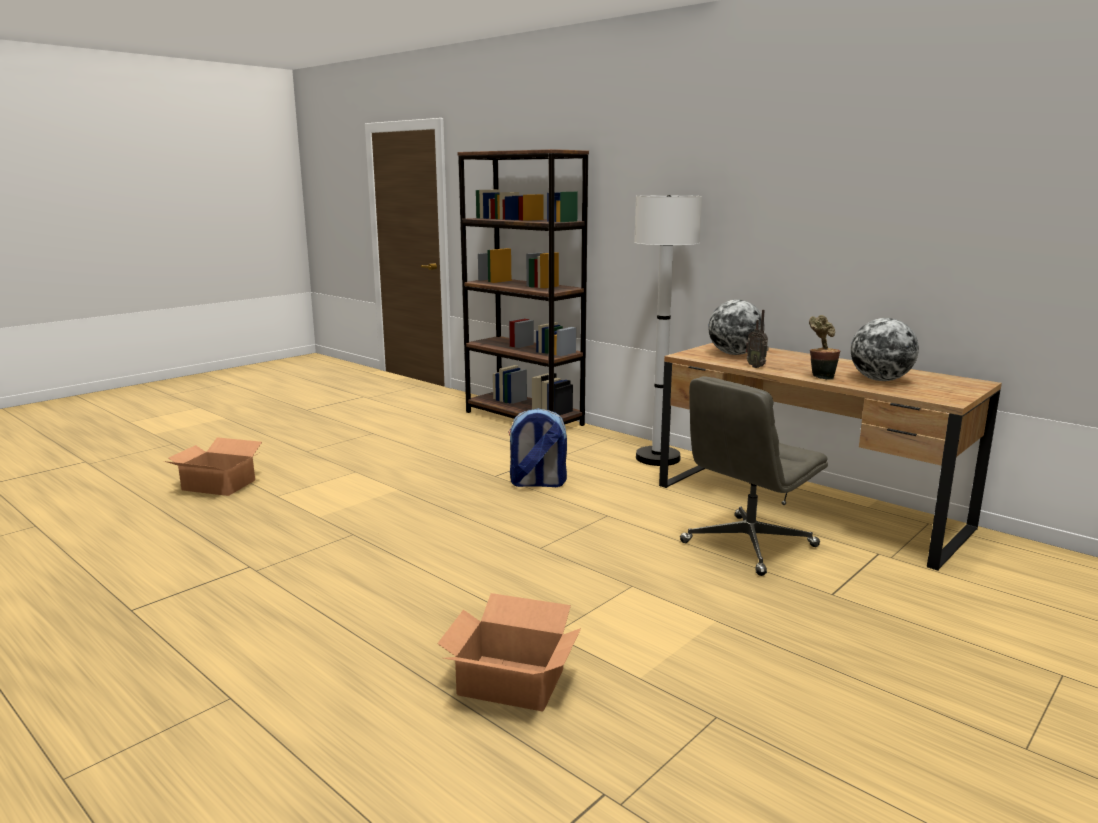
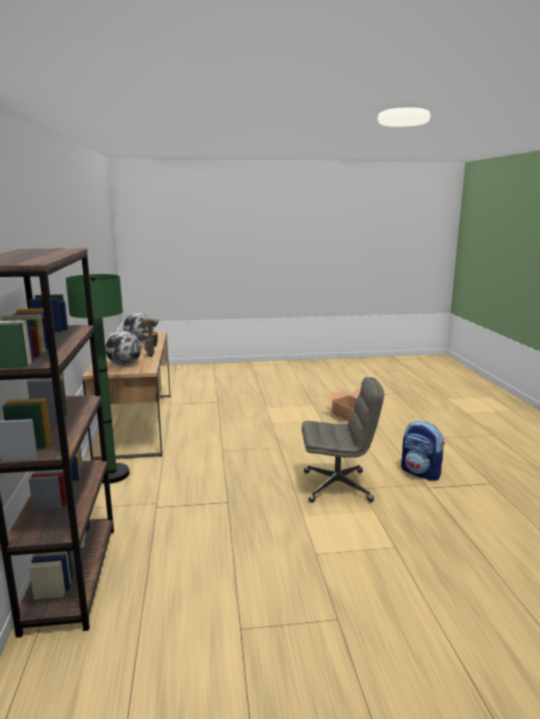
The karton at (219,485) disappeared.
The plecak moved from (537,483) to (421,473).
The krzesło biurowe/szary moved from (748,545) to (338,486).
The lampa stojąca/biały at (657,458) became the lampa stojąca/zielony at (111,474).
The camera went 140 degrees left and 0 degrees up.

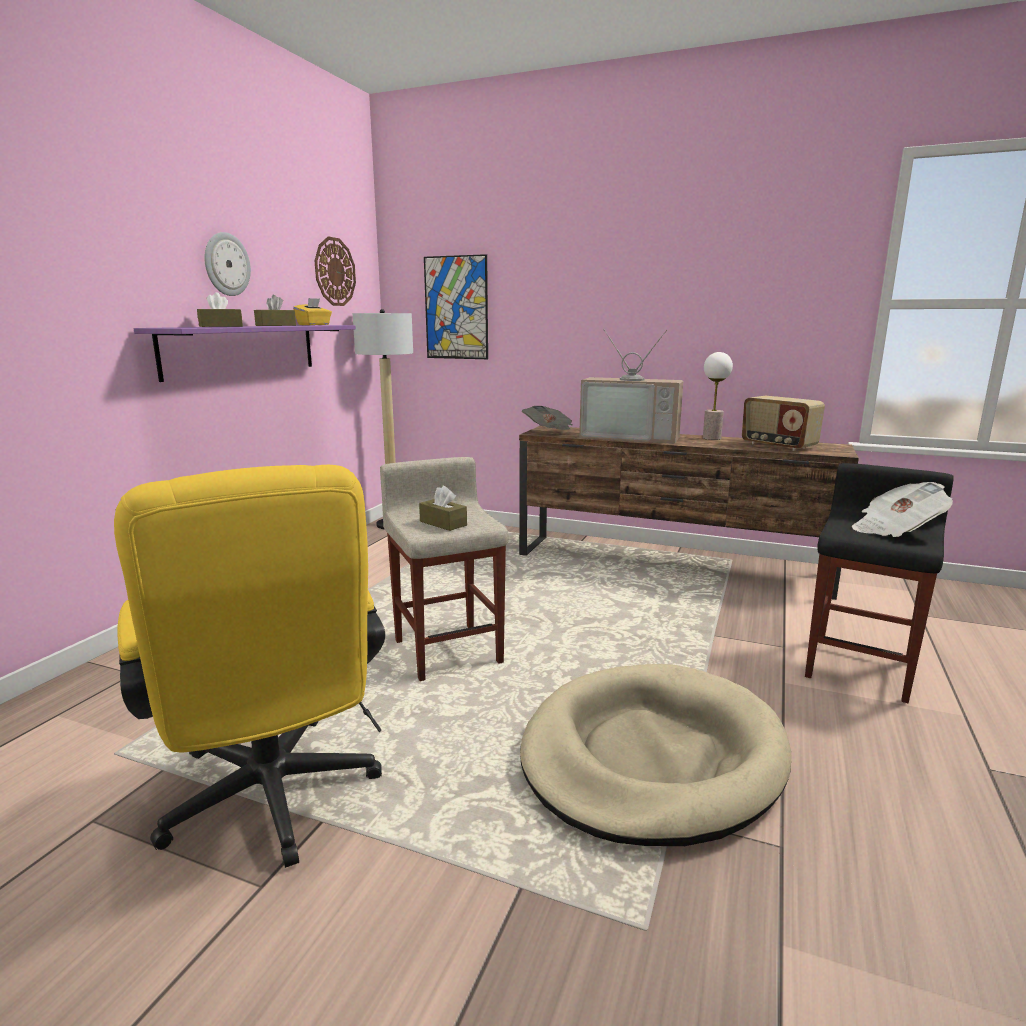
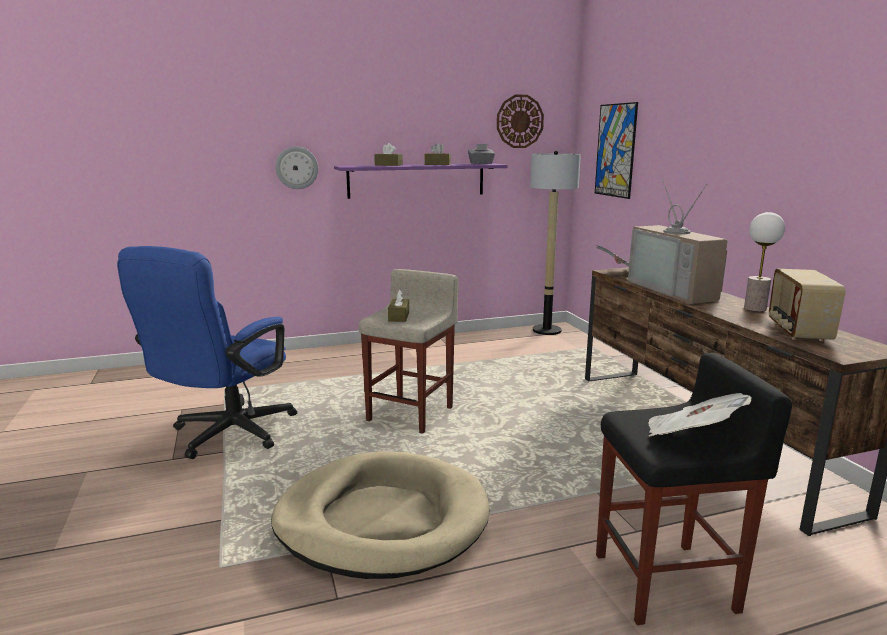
The zegar ścienny moved from (226,264) to (296,168).
The krzesło biurowe/żółty at (273,803) became the krzesło biurowe/niebieski at (225,436).
The pudełko chusteczek/żółty at (314,325) became the pudełko chusteczek/szary at (481,163).
The camera went 50 degrees right and 0 degrees up.

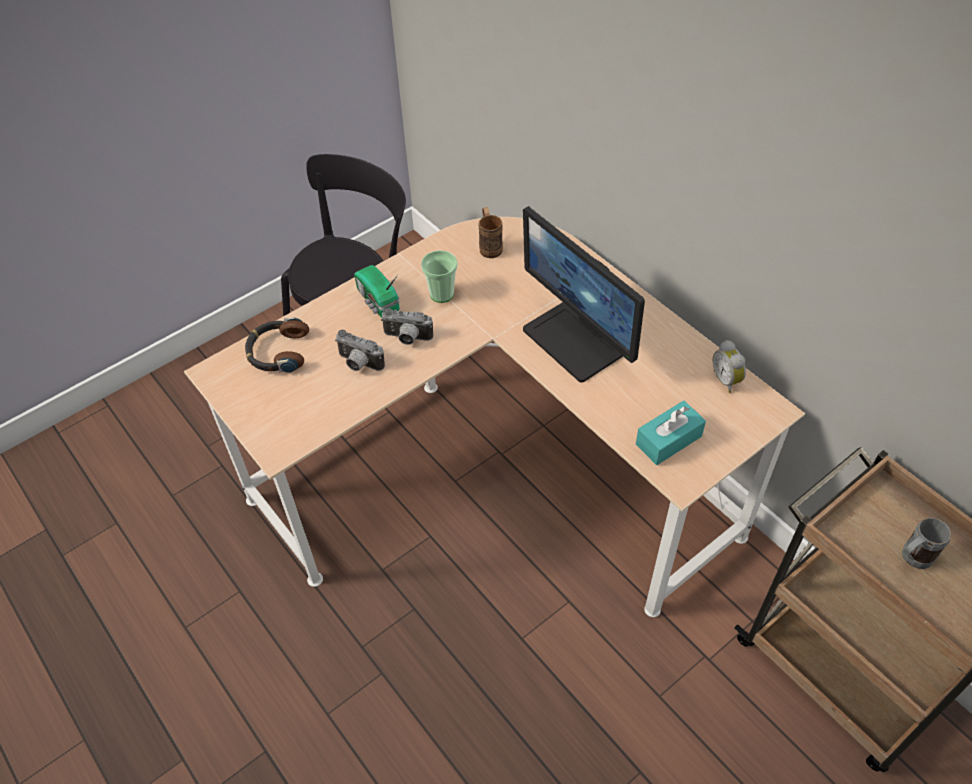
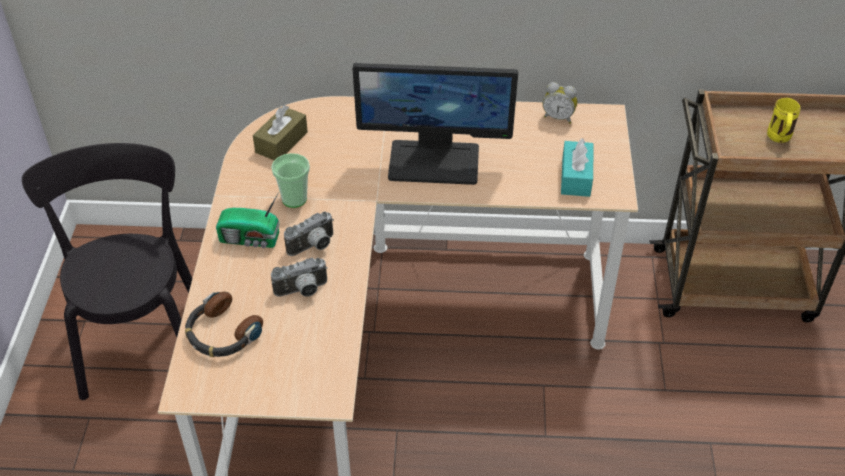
The kubek/brązowy at (489,246) was replaced by the pudełko chusteczek/brązowy at (281,142).
The kubek/szary at (911,559) became the kubek/żółty at (779,139).
The camera went 50 degrees left and 5 degrees down.

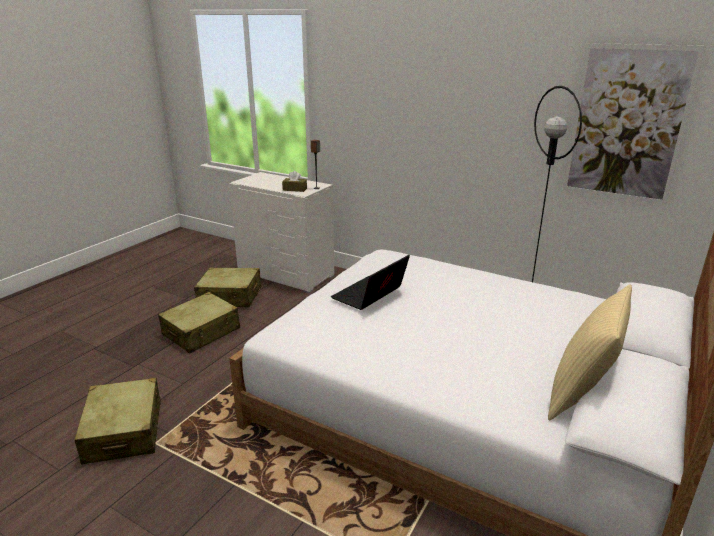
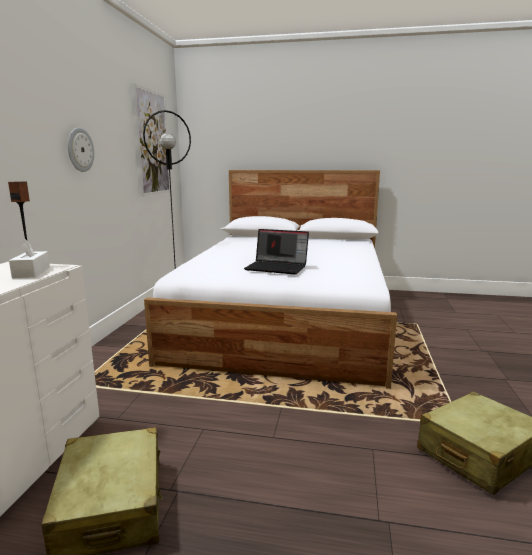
The walizka/beżowy at (201,332) disappeared.
The poduszka/beżowy at (581,394) disappeared.
The zegar ścienny at (80,150) appeared.
The pudełko chusteczek/brązowy at (294,189) became the pudełko chusteczek/biały at (31,272).
The camera went 110 degrees left and 10 degrees down.

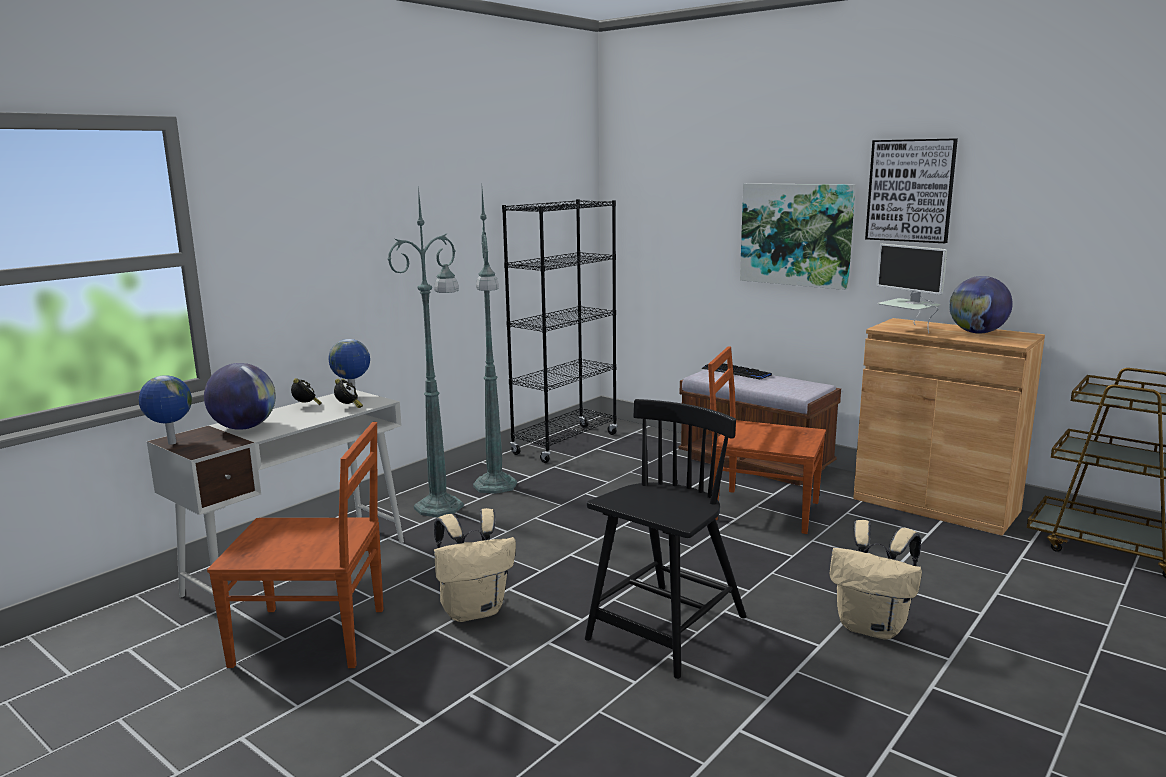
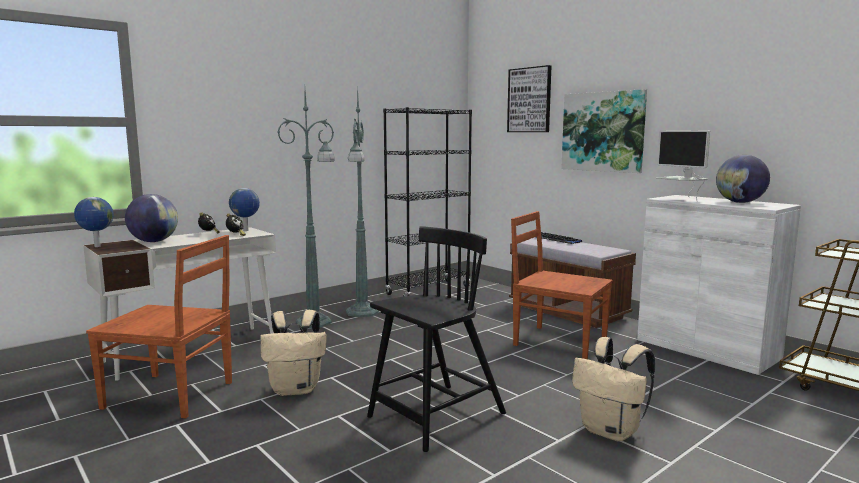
The obraz moved from (910,190) to (529,100).
The szafka/brązowy at (935,505) became the szafka/biały at (706,349).
The camera went 10 degrees right and 5 degrees down.

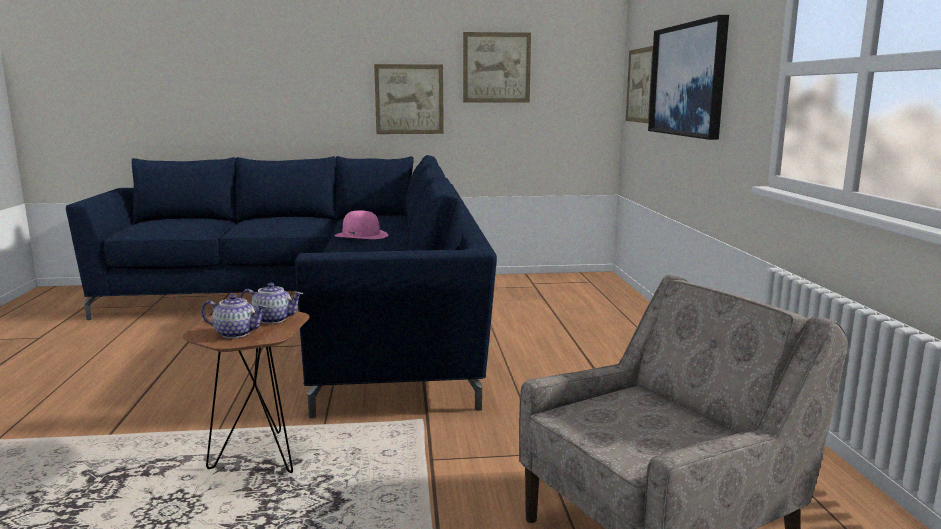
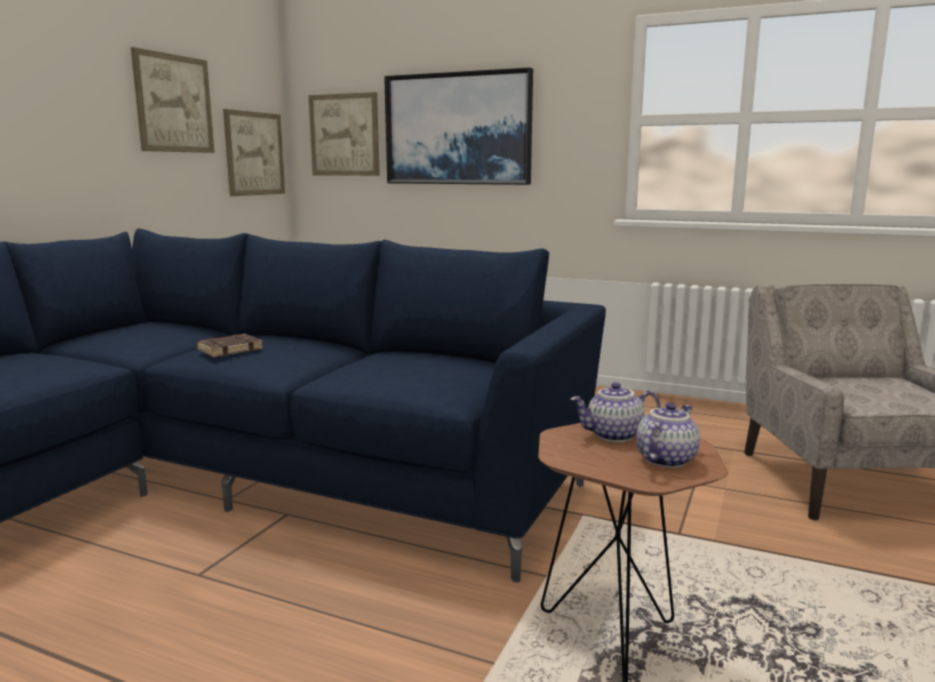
The obraz moved from (409,99) to (254,154).
The kapelusz/różowy at (361,235) was replaced by the książka/brązowy at (230,350).
The imbryk at (274,319) turned 135 degrees counterclockwise.
The camera went 60 degrees left and 0 degrees up.

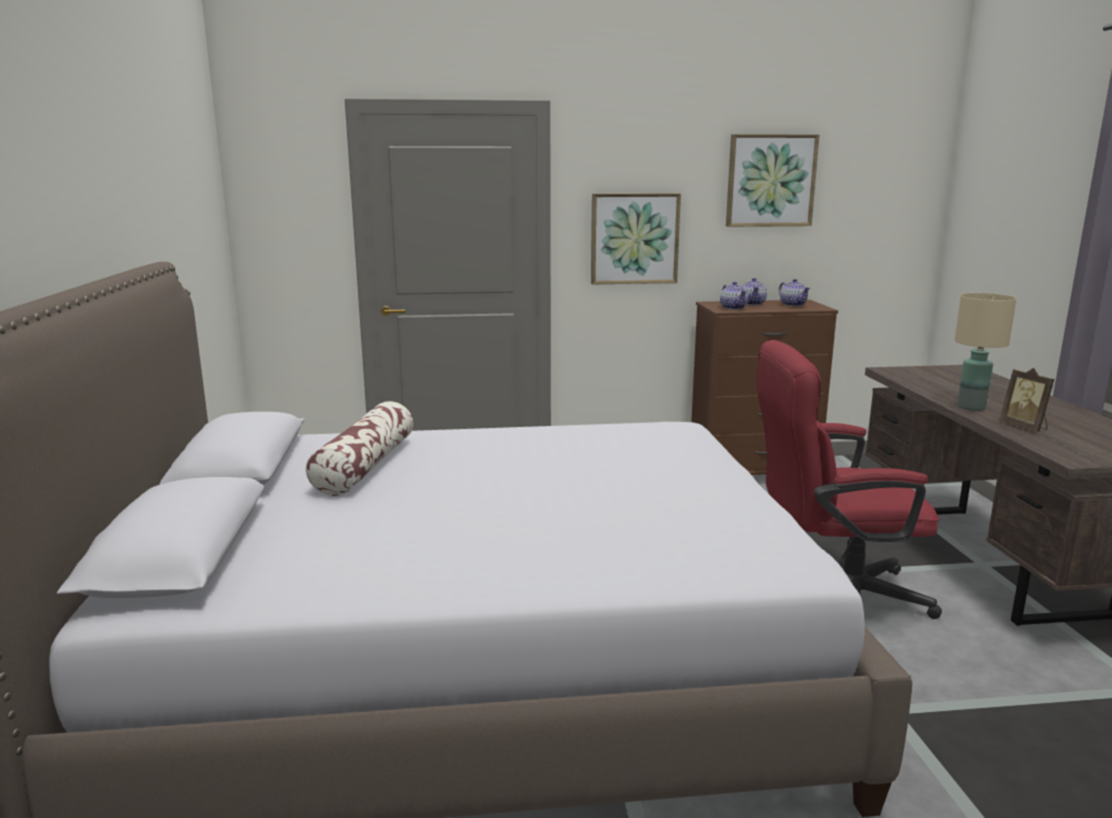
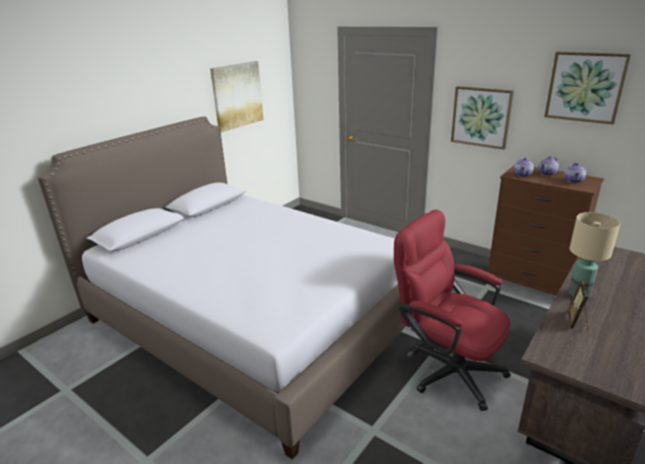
The poduszka at (365,466) disappeared.
The obraz at (237,95) appeared.
The camera went 45 degrees right and 10 degrees up.

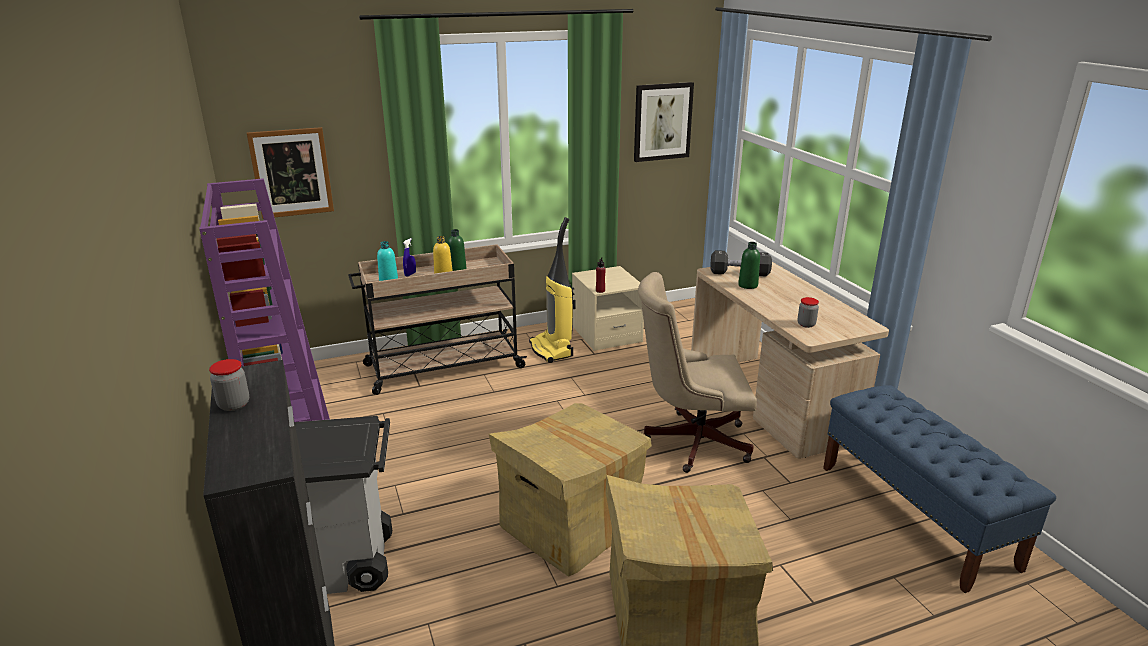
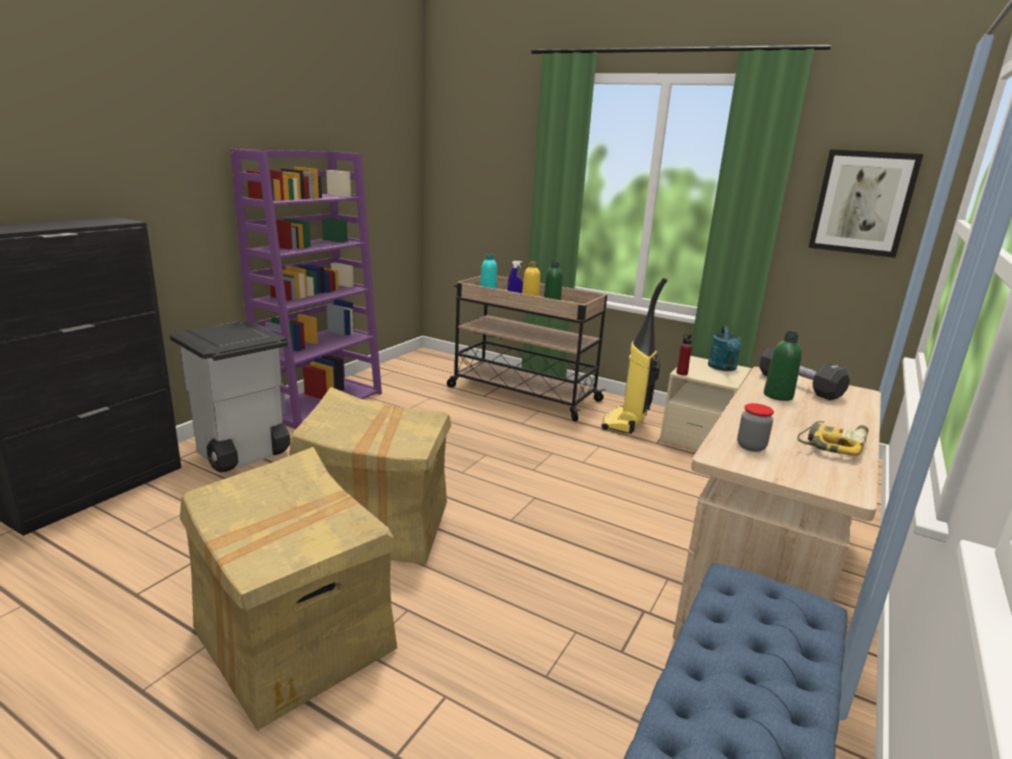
The słoik at (234,405) disappeared.
The obraz at (291,173) disappeared.
The krzesło biurowe/beżowy at (690,441) disappeared.
The konewka/turkusowy at (723,368) appeared.
The wiertarka at (832,444) appeared.
The camera went 50 degrees right and 5 degrees down.

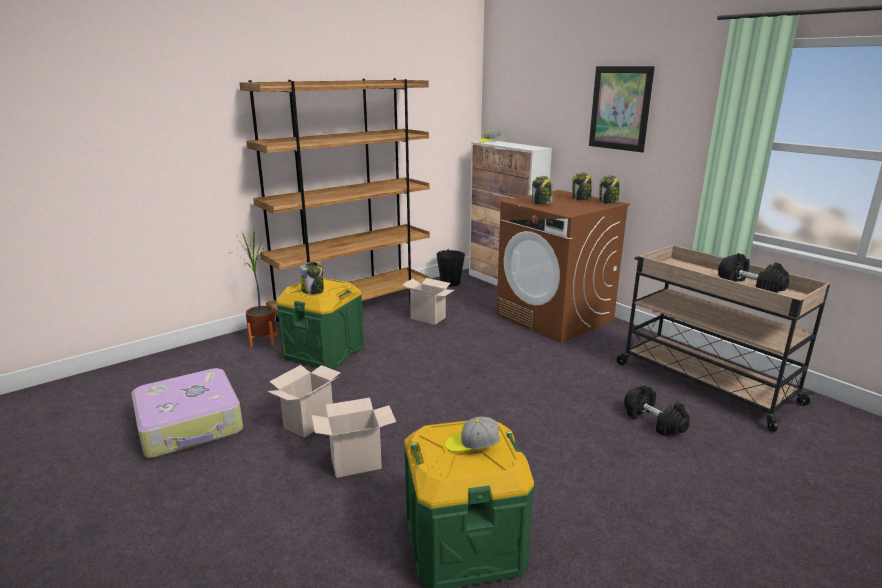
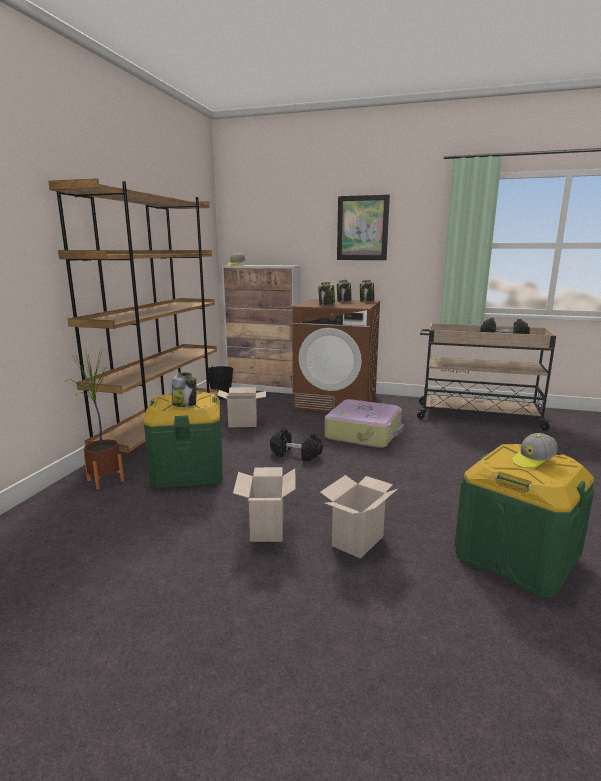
The walizka moved from (190,425) to (364,433).
The hantel/czarny moved from (654,421) to (296,454).
The camera went 35 degrees left and 5 degrees down.

